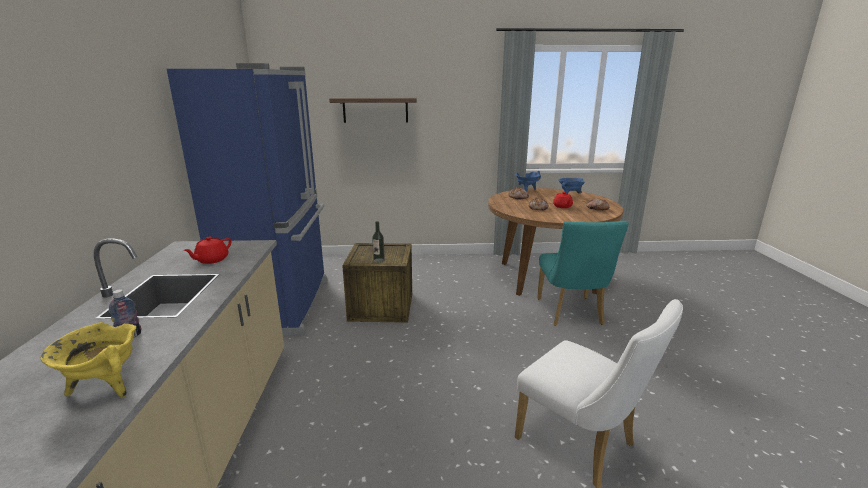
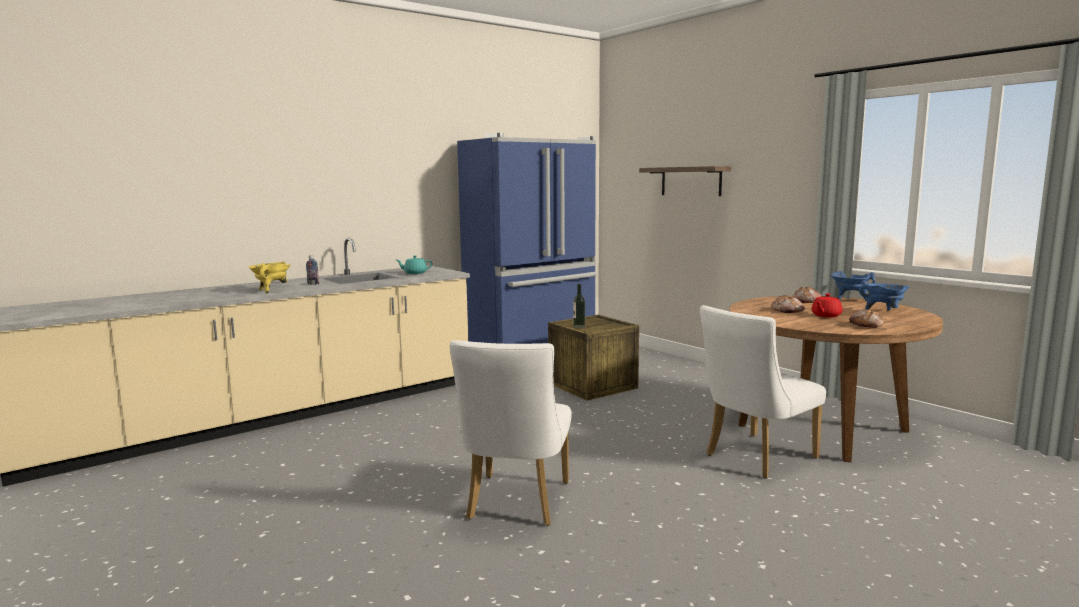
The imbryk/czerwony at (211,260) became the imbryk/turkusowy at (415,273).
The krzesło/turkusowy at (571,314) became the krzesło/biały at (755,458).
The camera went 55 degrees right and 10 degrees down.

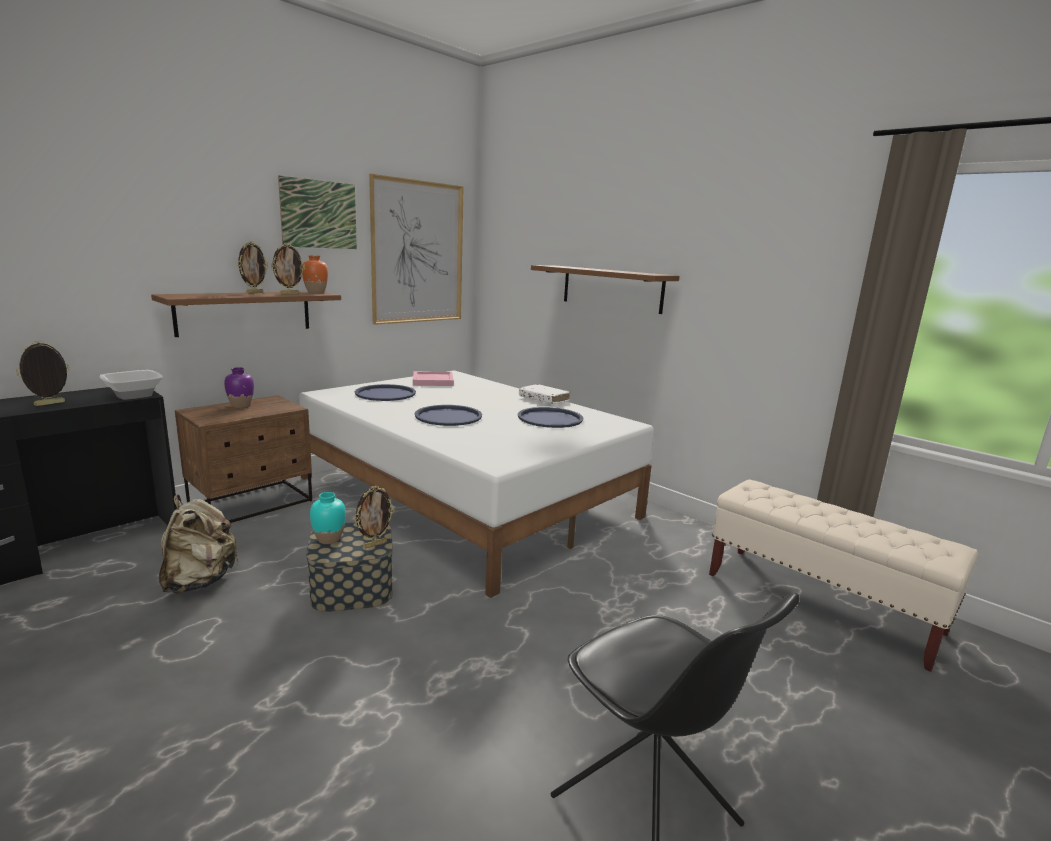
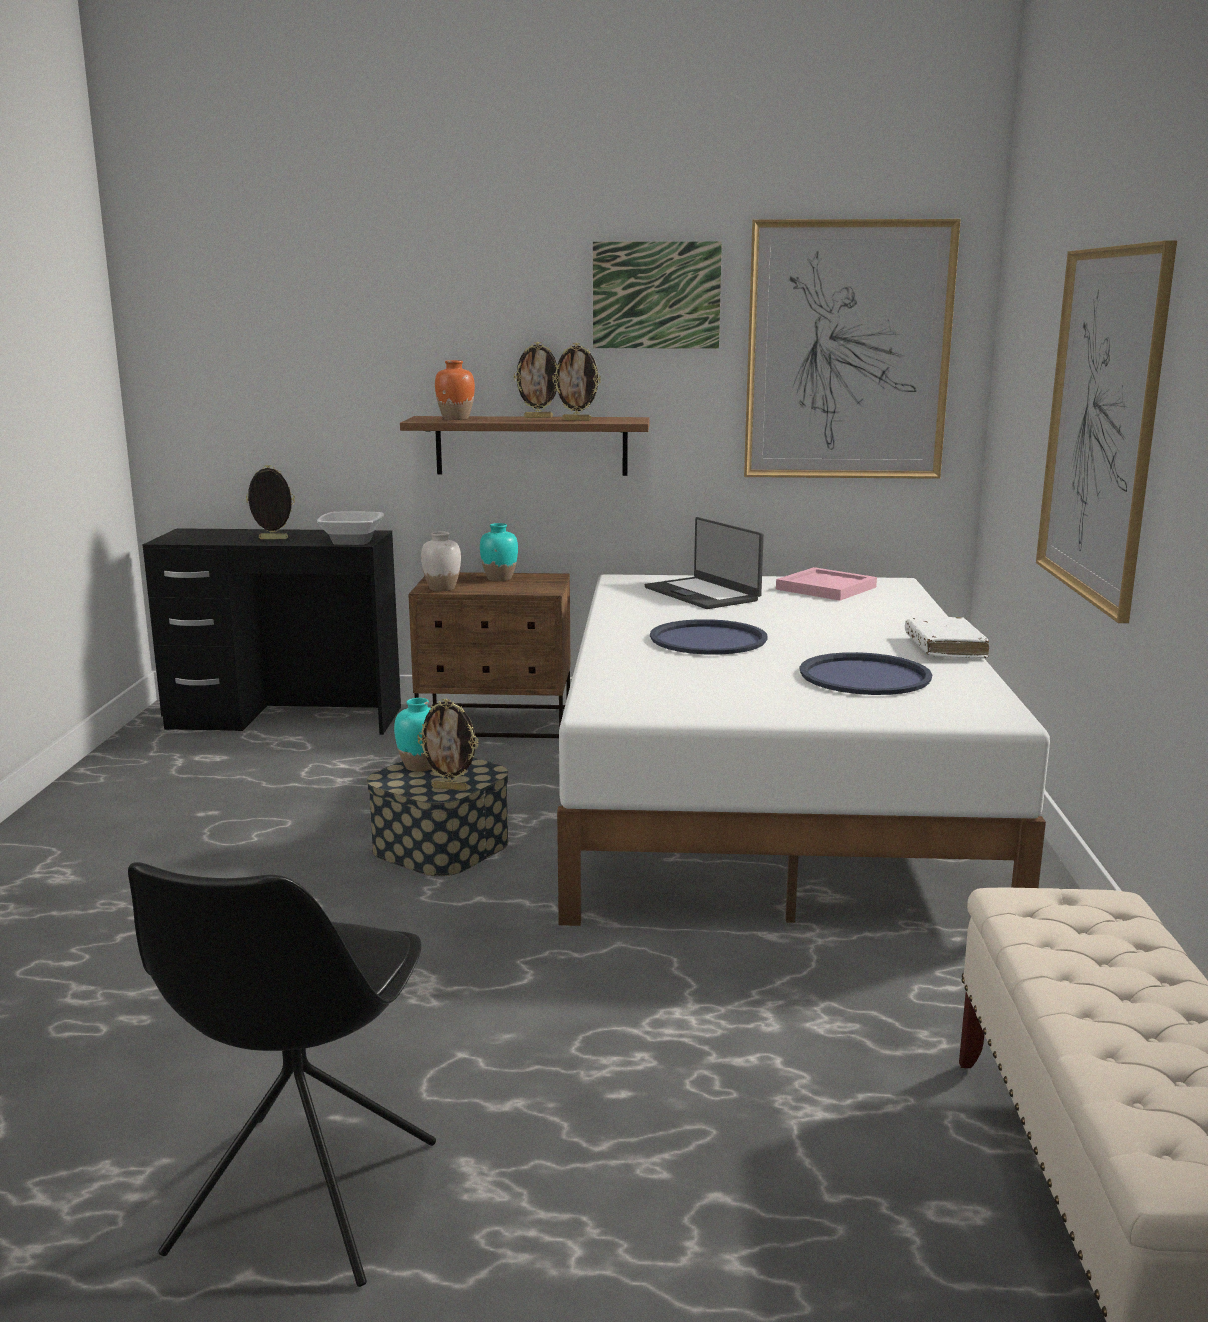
The plecak/beżowy at (200,581) disappeared.
The wazon/biały at (441,588) appeared.
The wazon/pomarańczowy moved from (316,292) to (456,419).
The taca/niebieski at (385,394) was replaced by the laptop at (703,594).
The półka/brązowy at (611,288) was replaced by the obraz at (1101,425).
The wazon/fioletowy at (241,405) became the wazon/turkusowy at (499,578).
The camera went 50 degrees right and 0 degrees up.

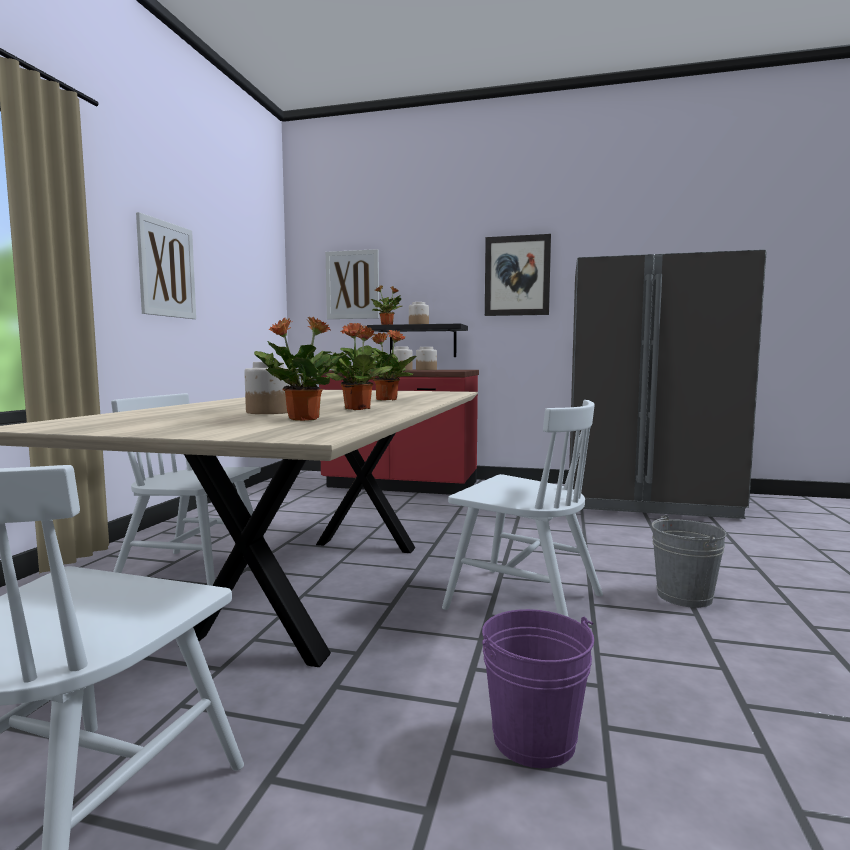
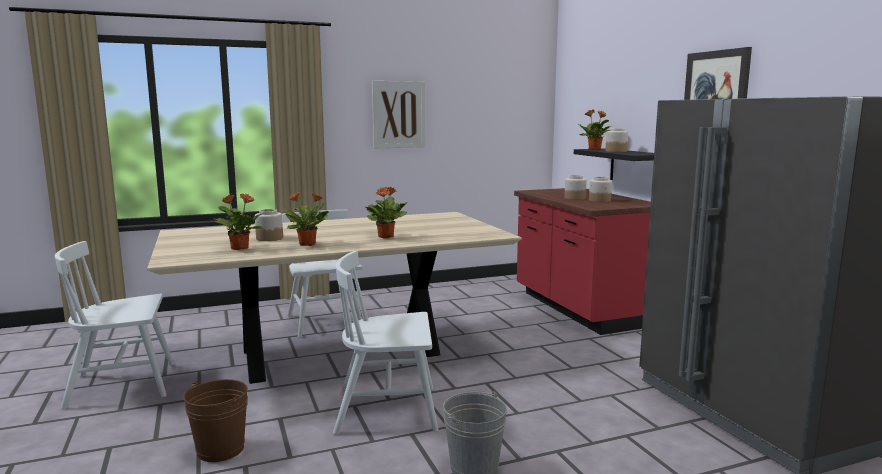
The obraz at (352,285) disappeared.
The wiadro/fioletowy at (533,739) became the wiadro/brązowy at (220,449).
The krzesło/biały at (523,601) turned 90 degrees clockwise.
The camera went 55 degrees right and 5 degrees up.

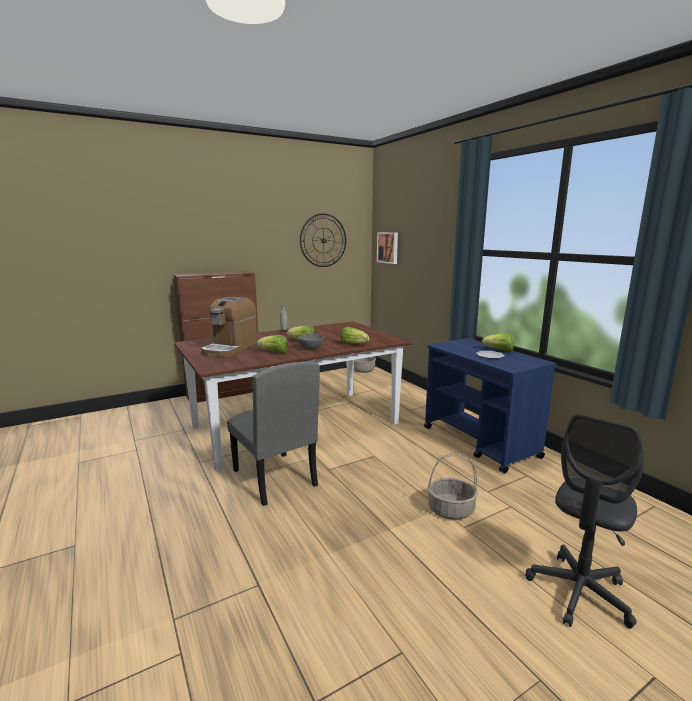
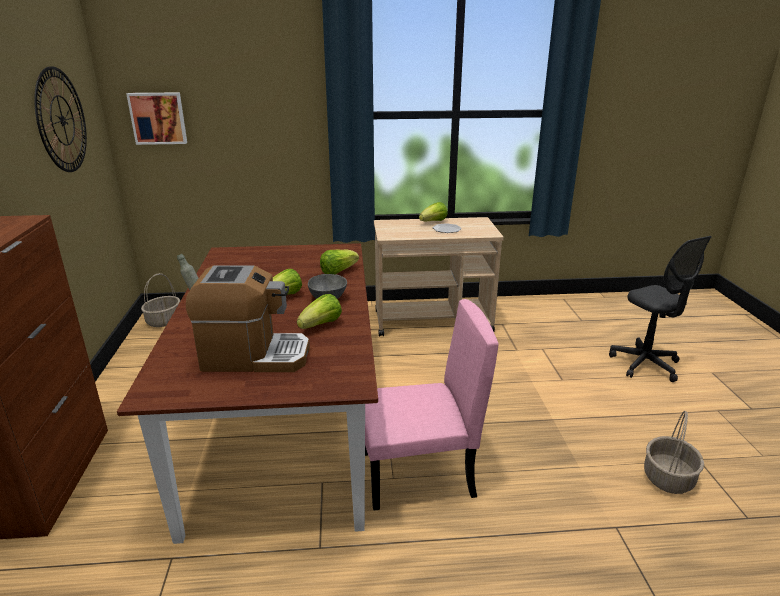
The koszyk moved from (451,510) to (668,477).
The krzesło/szary at (274,478) became the krzesło/różowy at (417,475).
The wózek/niebieski at (480,442) became the wózek/beżowy at (433,321).
The ekspres do kawy at (230,349) turned 45 degrees counterclockwise.
The camera went 65 degrees left and 10 degrees up.

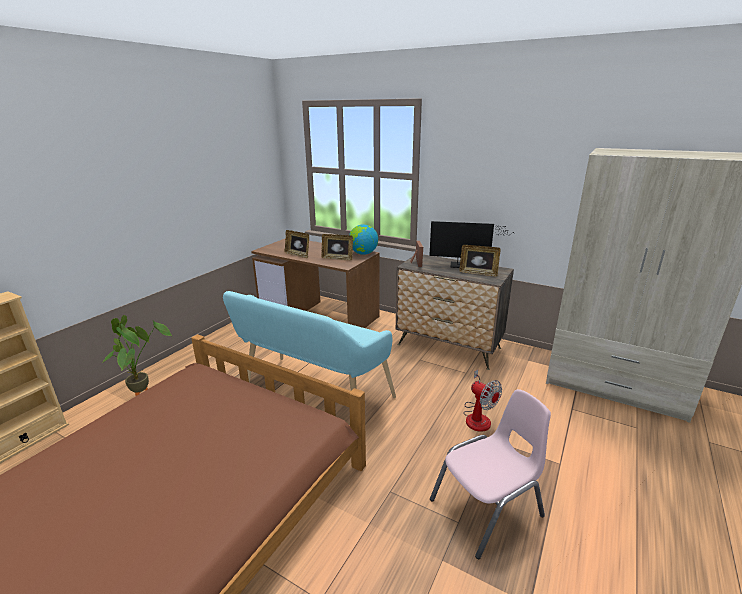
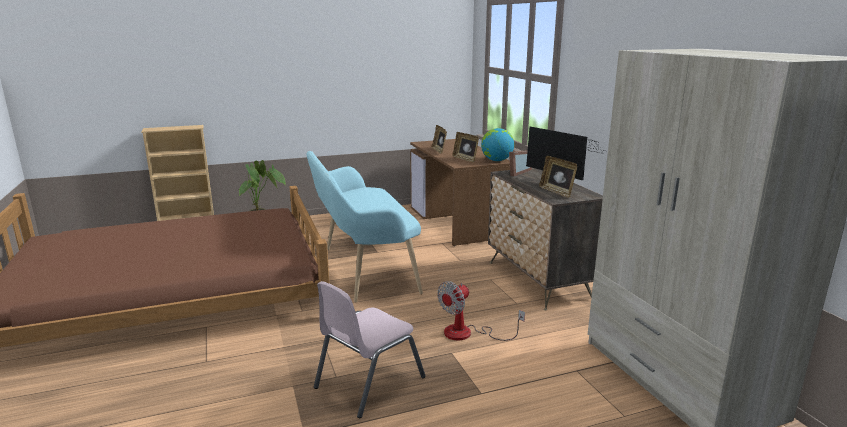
The krzesło/różowy at (487,509) turned 120 degrees clockwise.
The wentylator at (477,416) turned 45 degrees clockwise.
The camera went 40 degrees right and 5 degrees down.

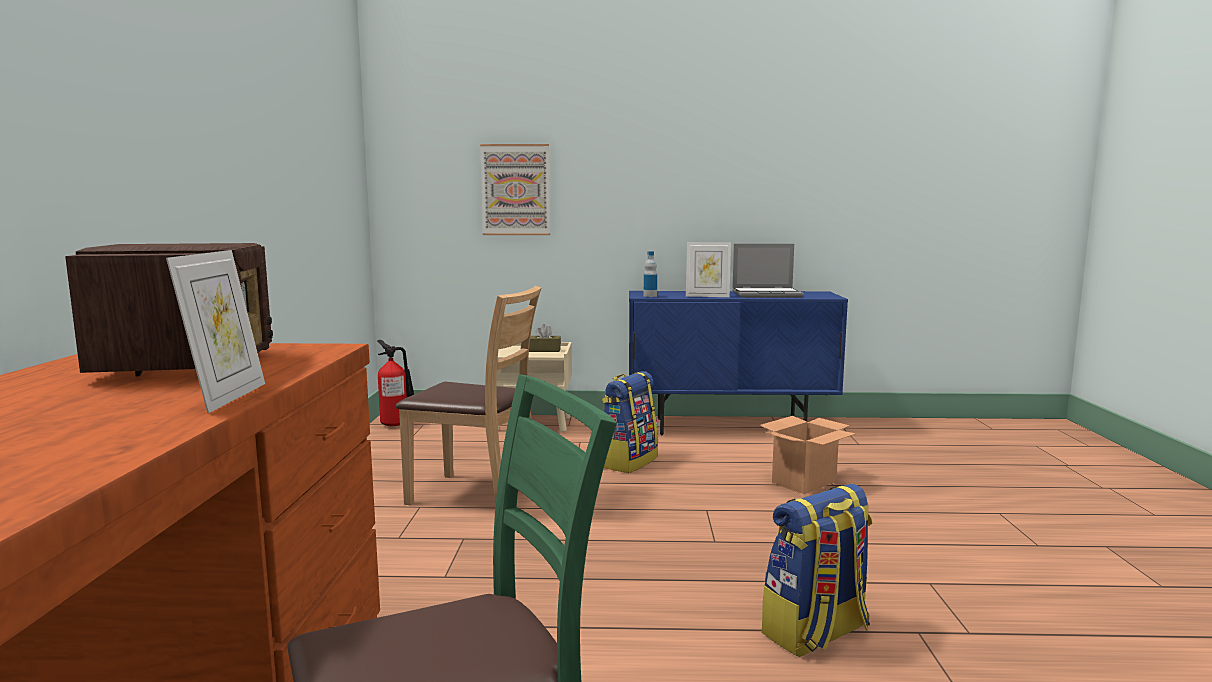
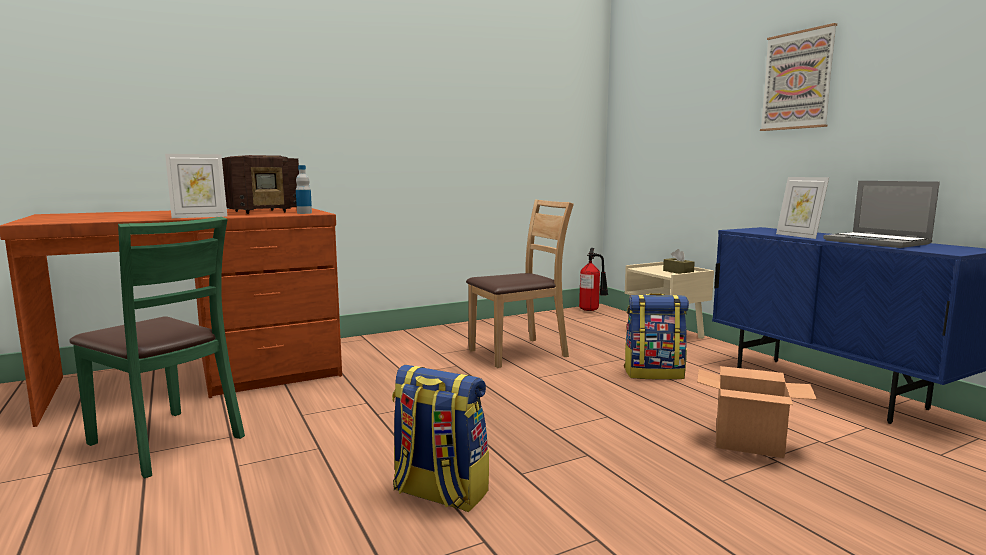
The obraz moved from (515,190) to (797,80).
The butelka moved from (650,296) to (304,213).
The krzesło/brązowy at (476,495) turned 105 degrees counterclockwise.
The camera went 60 degrees right and 0 degrees up.

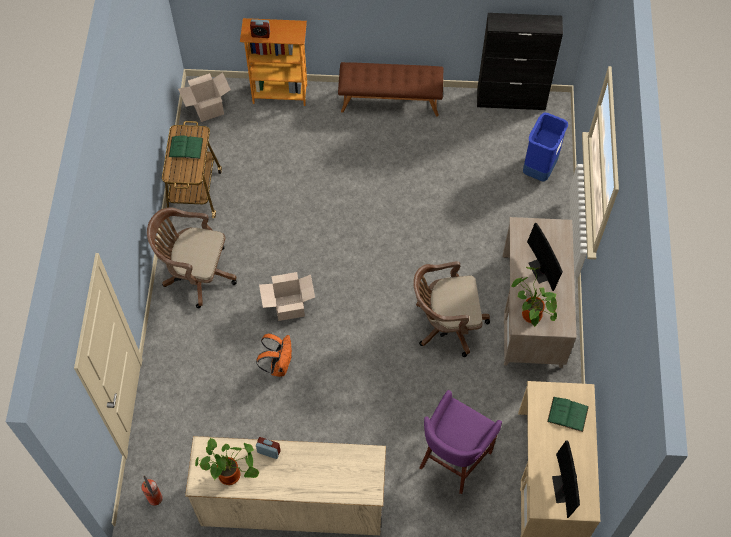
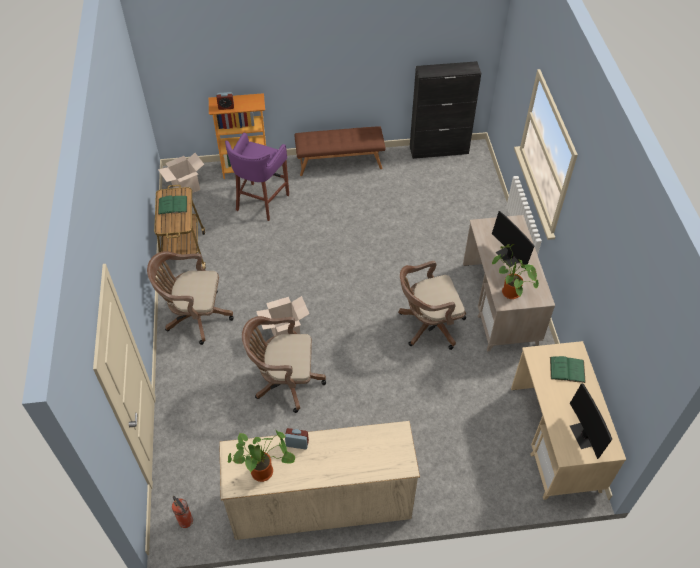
The kosz na śmieci/niebieski at (539,169) disappeared.
The stołek/fioletowy moved from (453,460) to (261,203).
The plecak/pomarańczowy at (278,365) was replaced by the krzesło biurowe/brązowy at (284,381).
The camera went 10 degrees left and 10 degrees down.

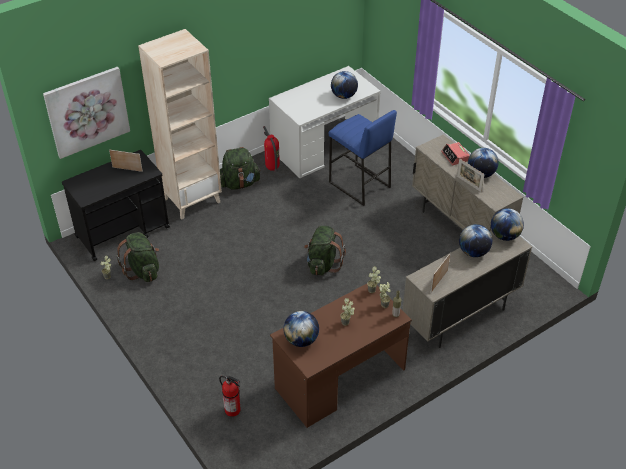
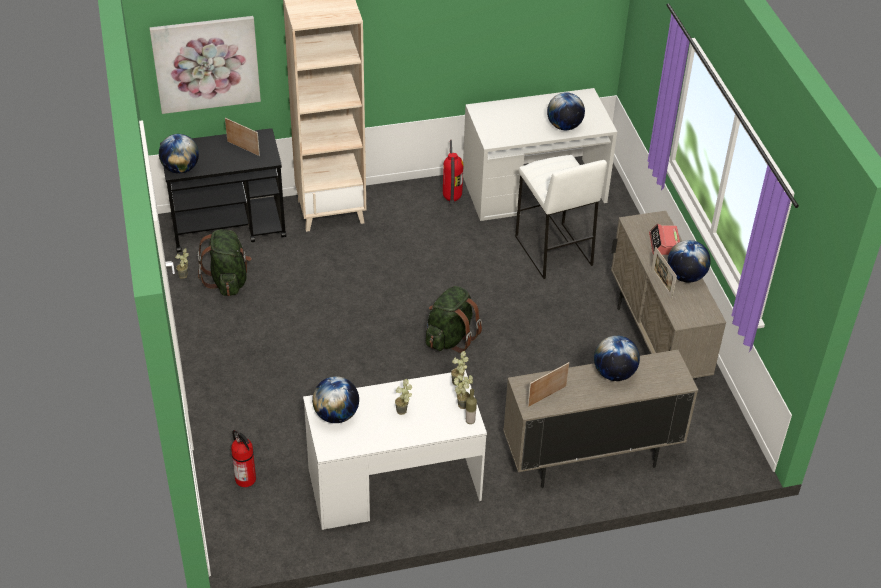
The plecak/zielony at (239,183) disappeared.
The globus moved from (504,236) to (180,169).
The biurko/brązowy at (340,379) became the biurko/biały at (394,485).
The stołek/niebieski at (359,185) became the stołek/biały at (552,250).
The camera went 20 degrees right and 0 degrees up.

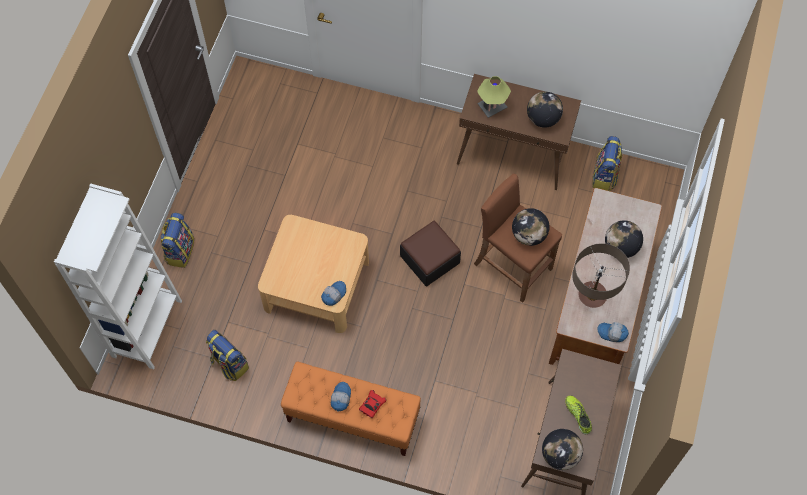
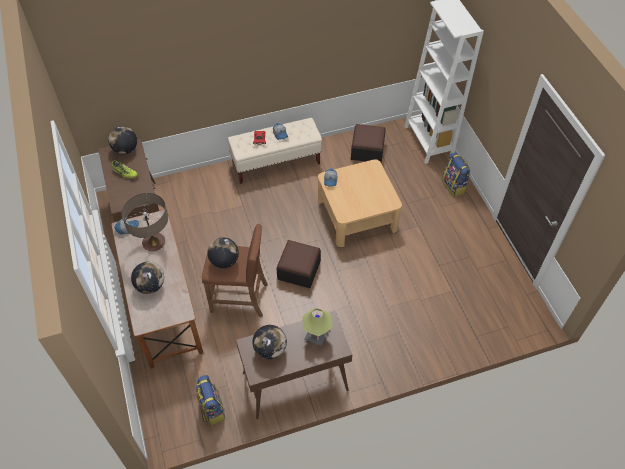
The plecak at (229,364) was replaced by the pufa at (367,150).
The ławka/pomarańczowy at (352,418) became the ławka/beżowy at (276,163).
The camera went 145 degrees right and 10 degrees down.

